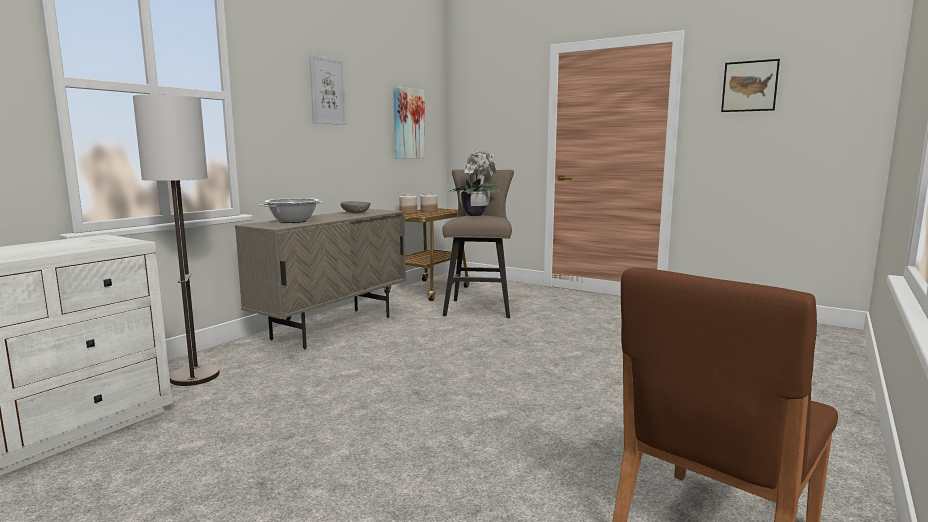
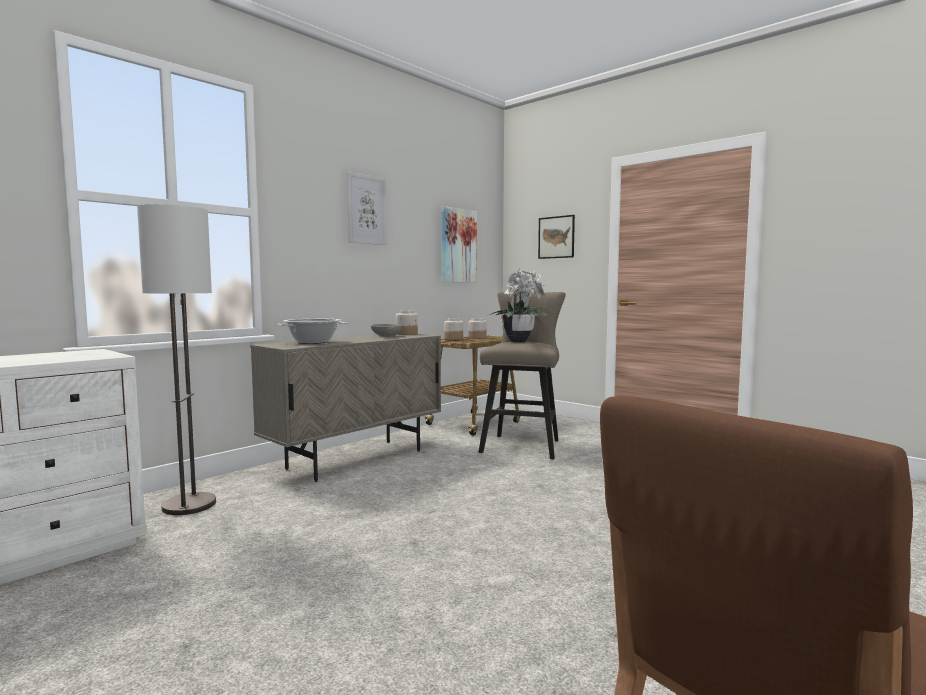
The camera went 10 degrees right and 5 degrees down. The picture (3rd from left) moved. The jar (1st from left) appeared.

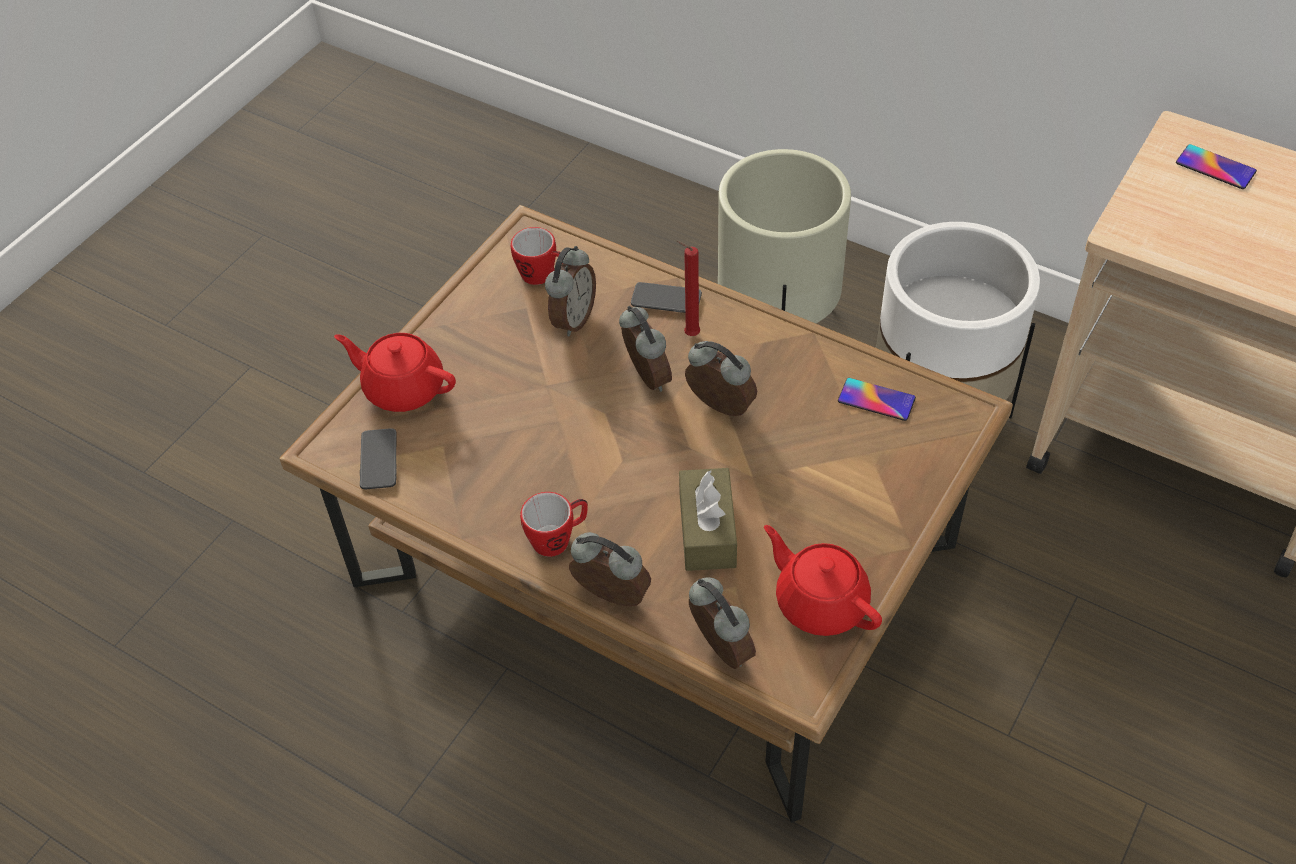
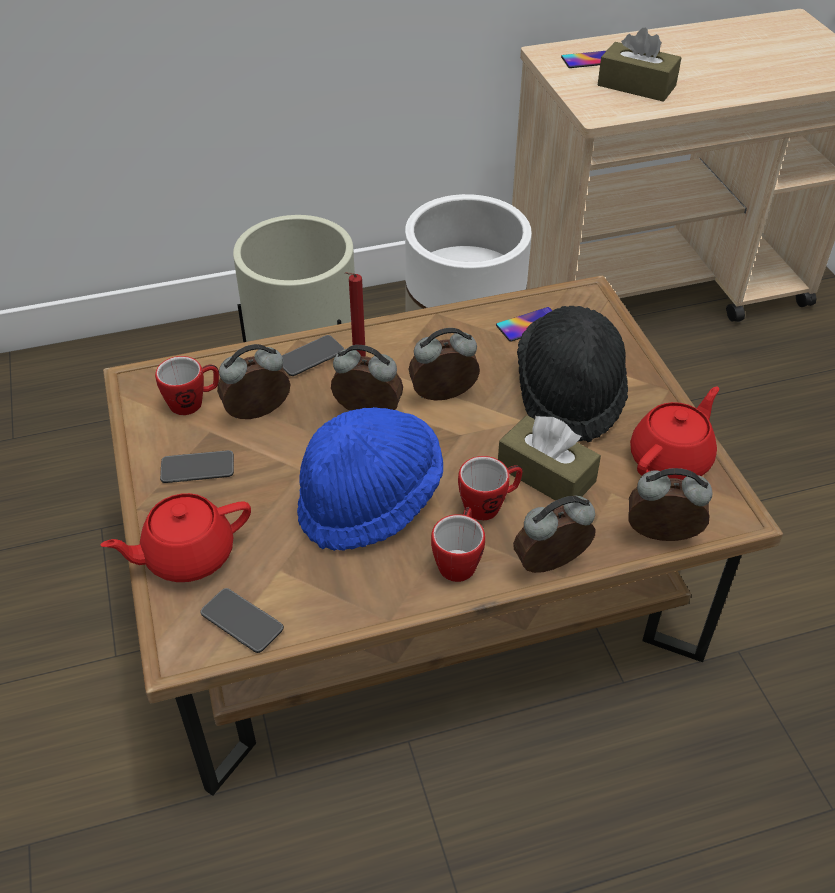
The camera went 50 degrees left and 5 degrees down. The alarm clock (1st from left) turned 90 degrees counterclockwise. The red teapot (2nd from left) turned 135 degrees clockwise. The brown tissue box (2nd from left) appeared. The black hat appeared. The blue hat appeared. The phone (1st from left) appeared. The mug (3rd from left) appeared.

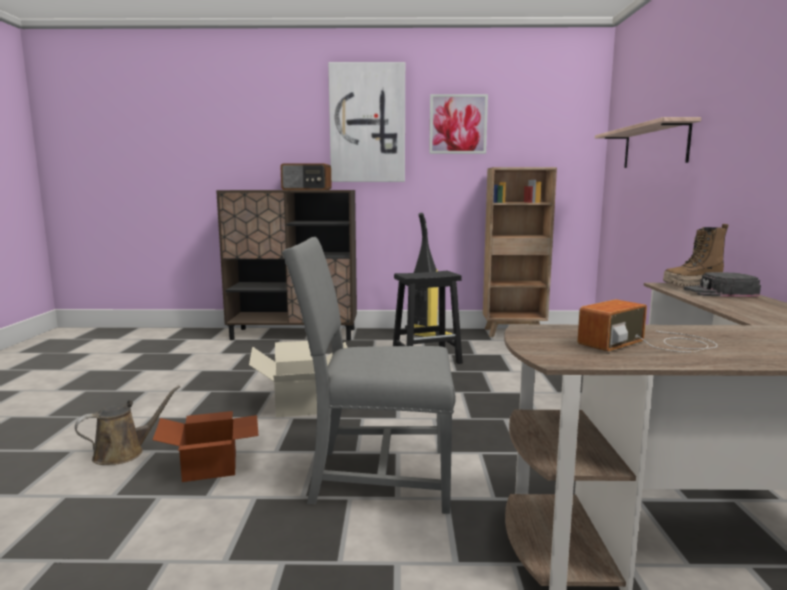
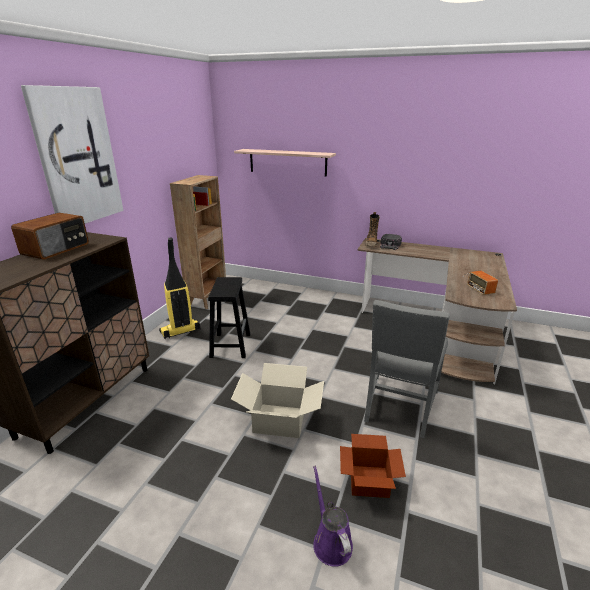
The camera went 70 degrees left and 15 degrees up. The picture (2nd from left) disappeared. The brown watering can became the purple watering can.

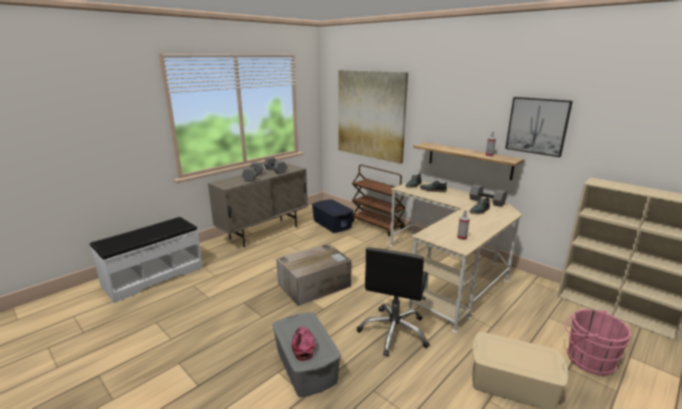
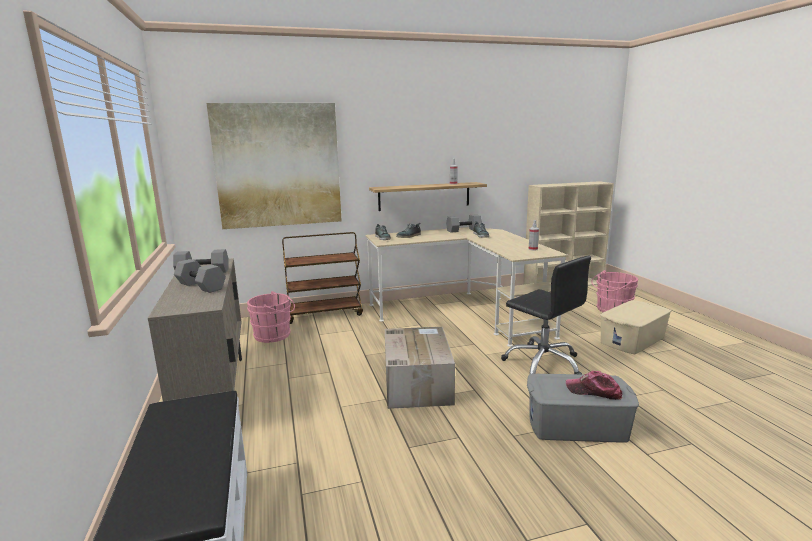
The camera went 60 degrees left and 5 degrees down. The picture (2nd from left) disappeared. The blue storage box was replaced by the pink bucket (1st from left).

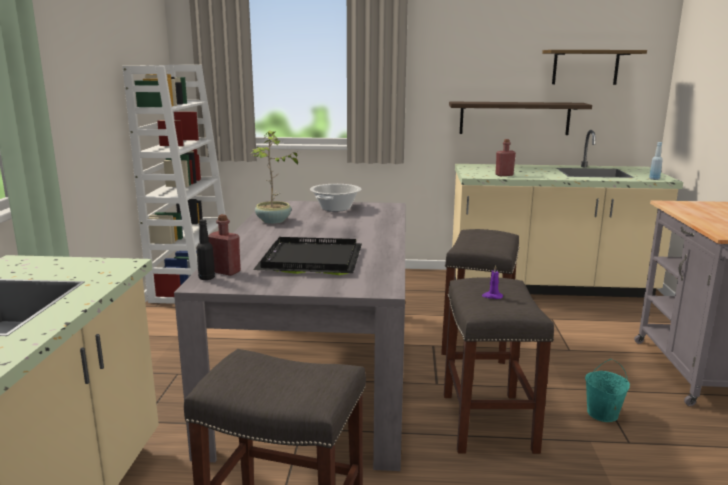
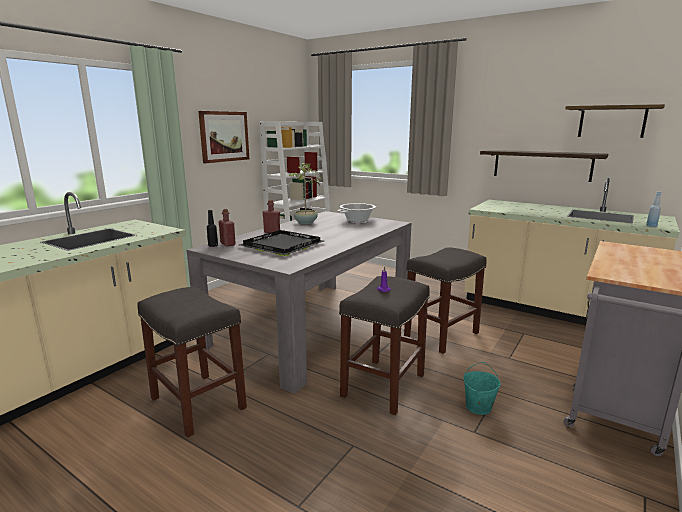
The camera went 30 degrees right and 0 degrees up. The red bottle (2nd from left) moved. The picture appeared.

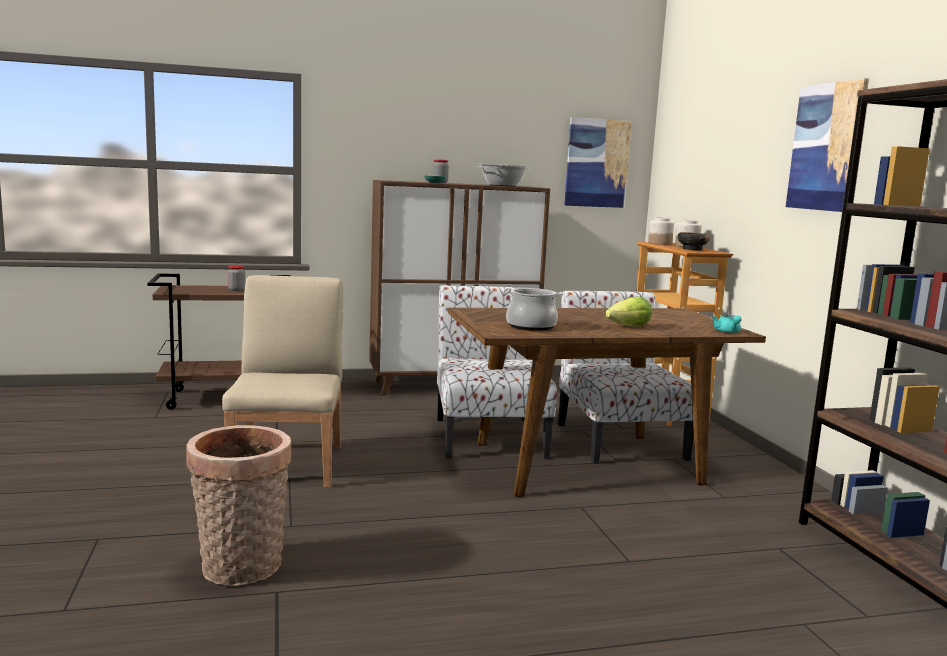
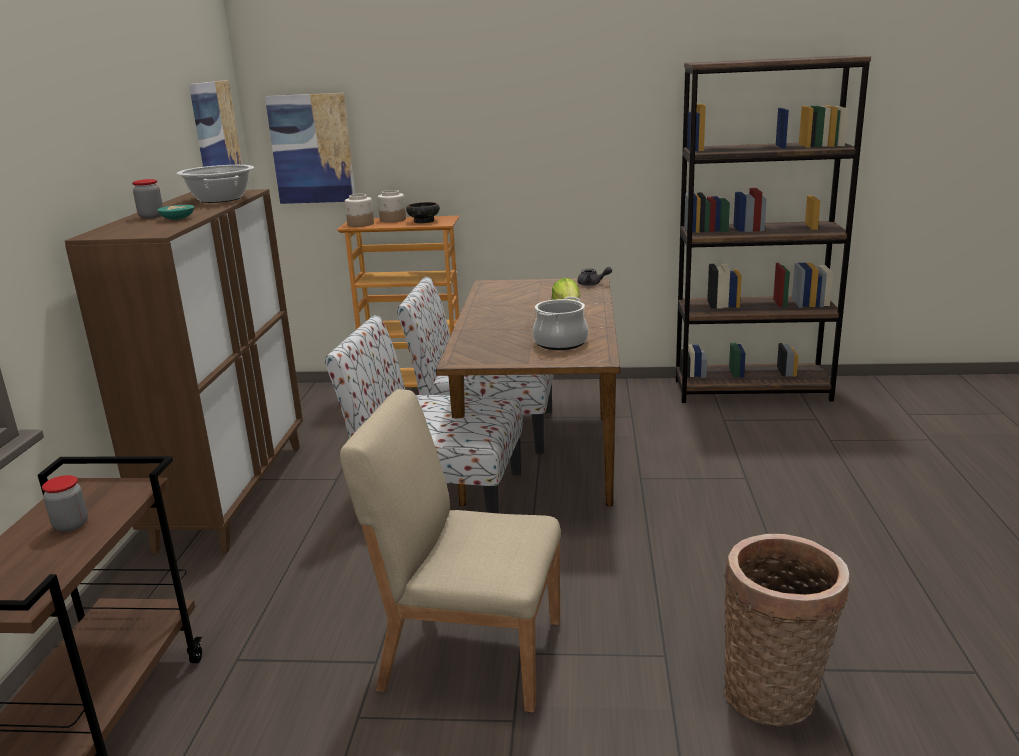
The camera went 70 degrees left and 10 degrees up. The picture (2nd from left) moved. The turquoise teapot became the grey teapot.

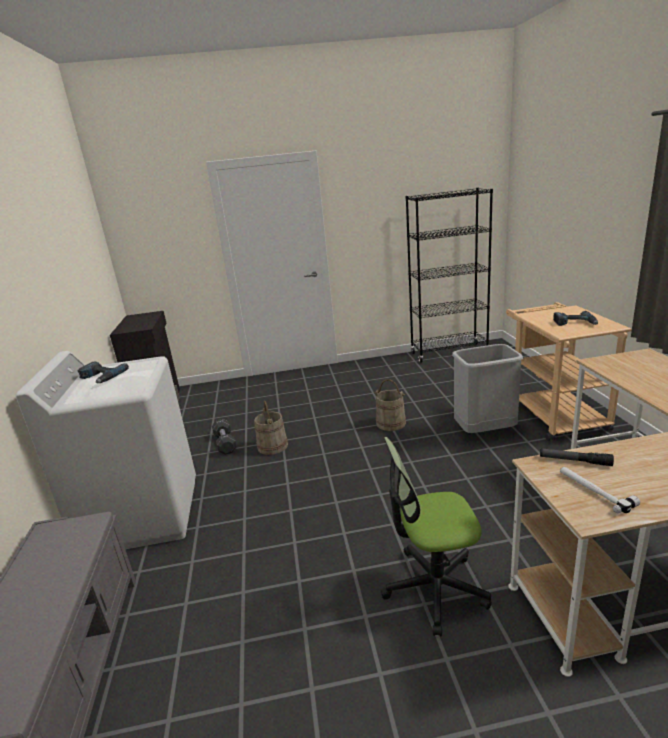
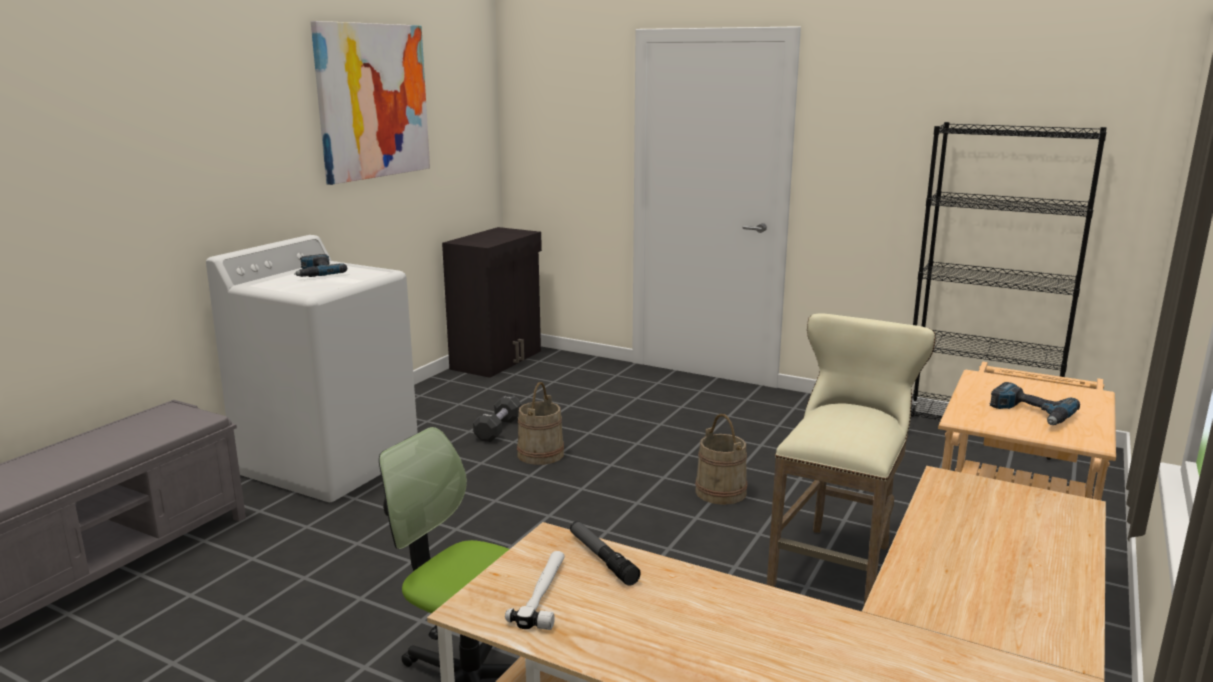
The camera went 35 degrees right and 5 degrees down. The grey trash can was replaced by the beige stool. The picture appeared.

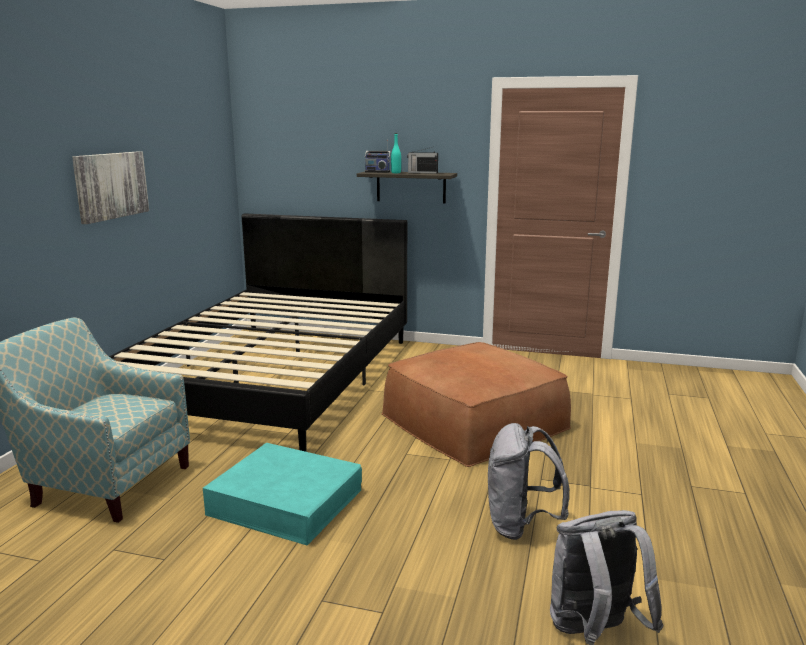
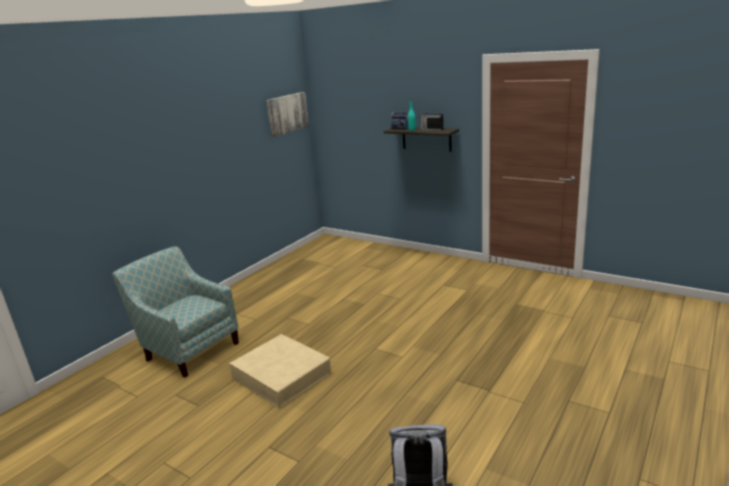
The camera went 20 degrees right and 5 degrees up. The picture moved. The black bed disappeared. The brown ottoman disappeared. The grey backpack (1st from left) disappeared. The turquoise storage box became the beige storage box.

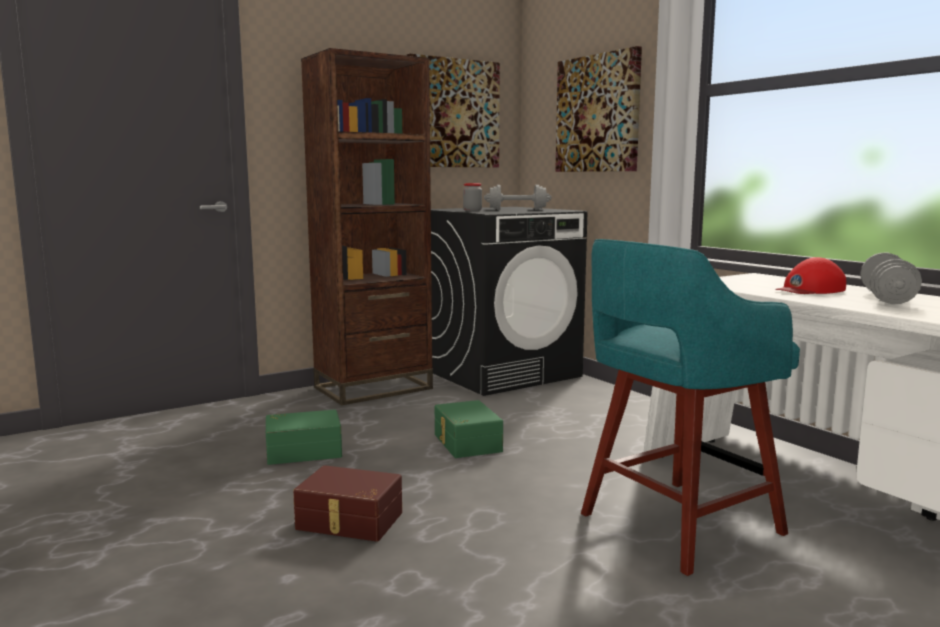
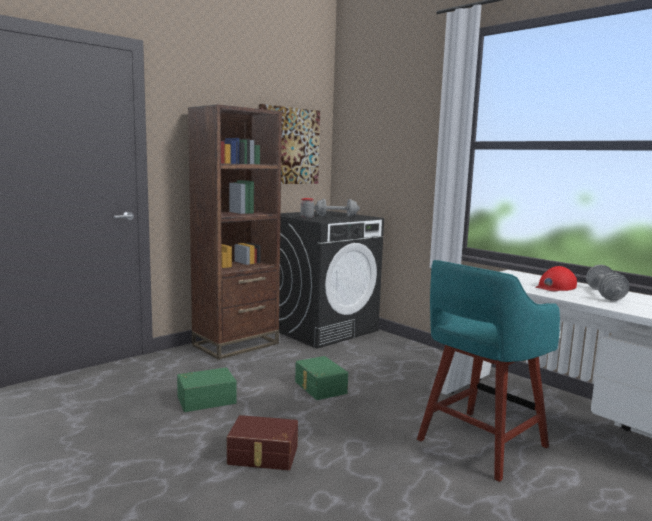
The camera went 10 degrees left and 0 degrees up. The picture (2nd from left) disappeared.

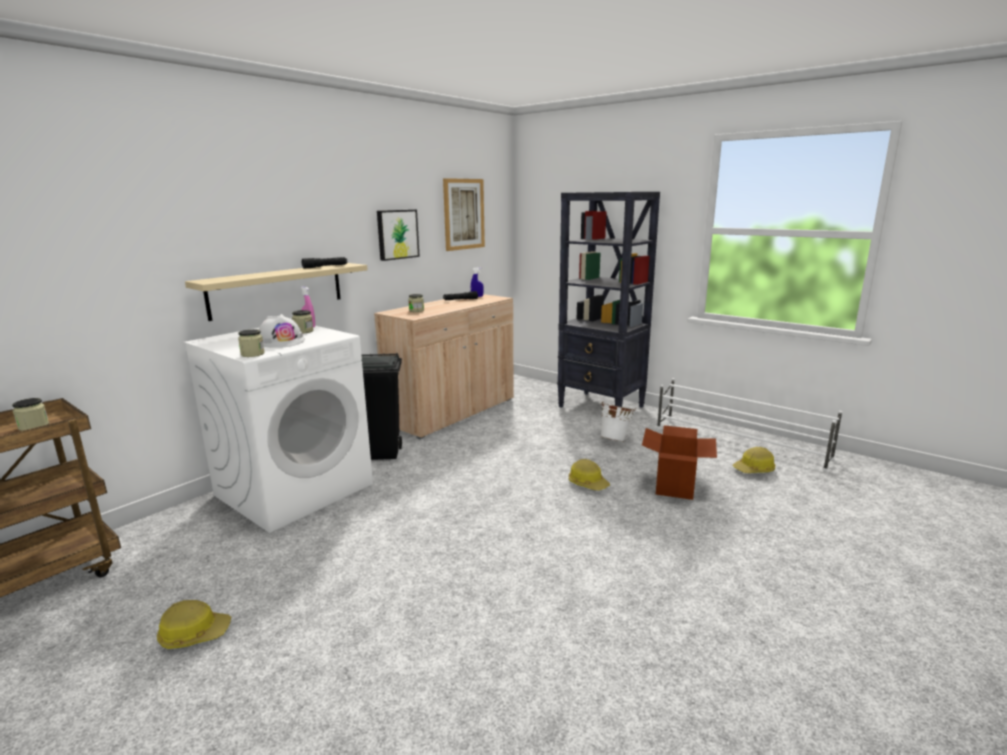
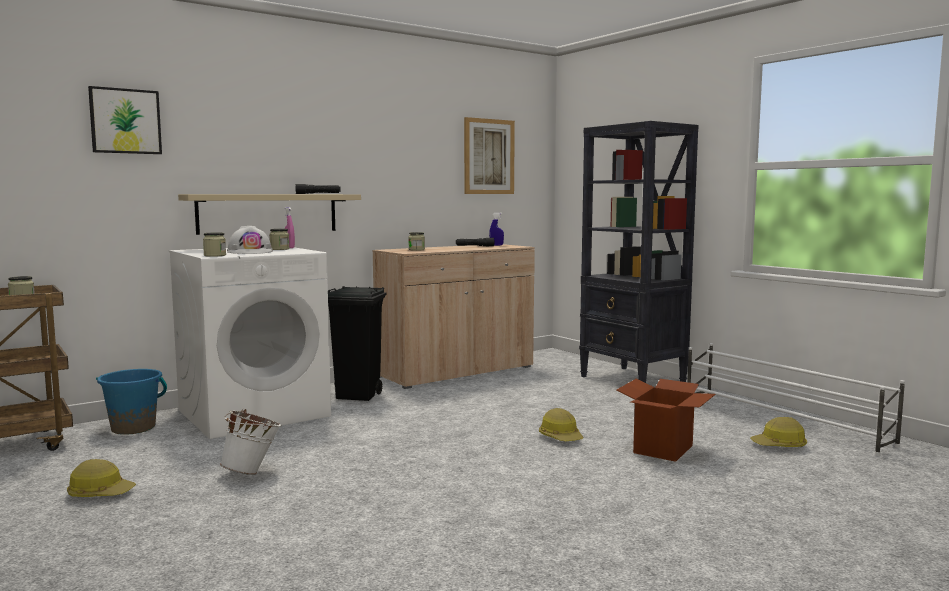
The camera went 15 degrees right and 10 degrees down. The picture (1st from left) moved. The white bucket moved. The blue bucket appeared.

